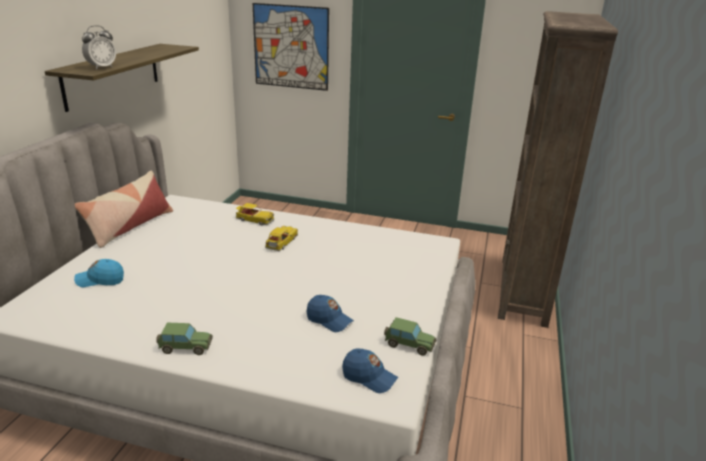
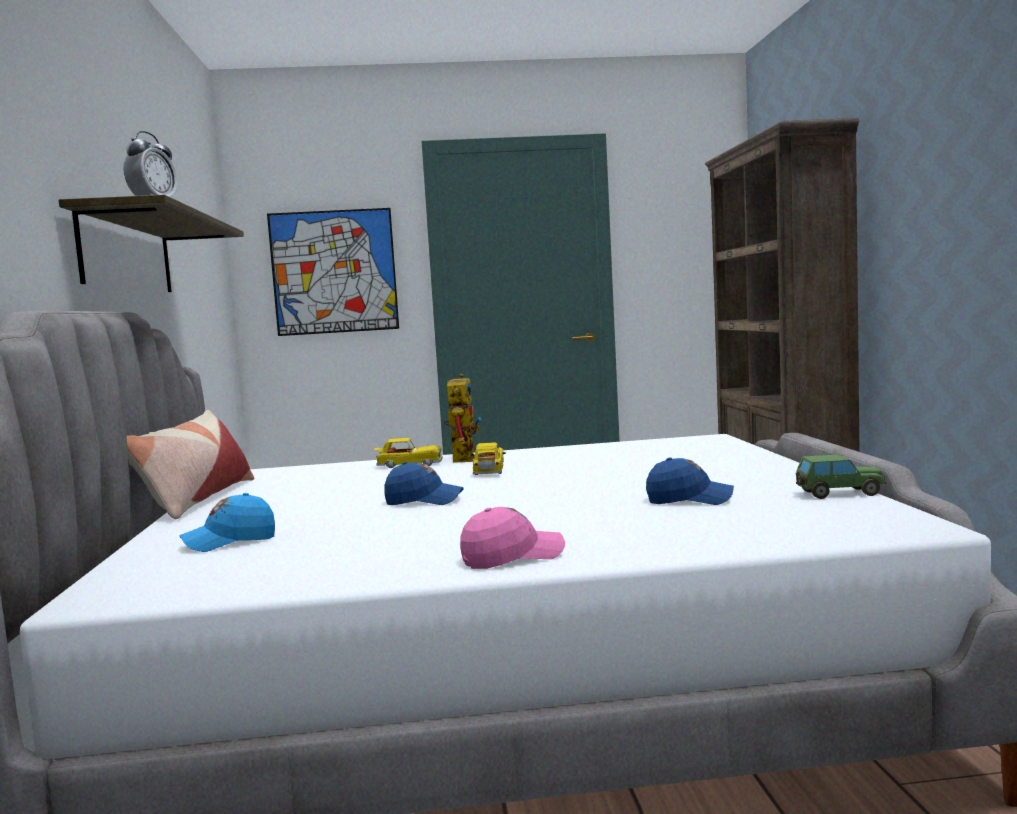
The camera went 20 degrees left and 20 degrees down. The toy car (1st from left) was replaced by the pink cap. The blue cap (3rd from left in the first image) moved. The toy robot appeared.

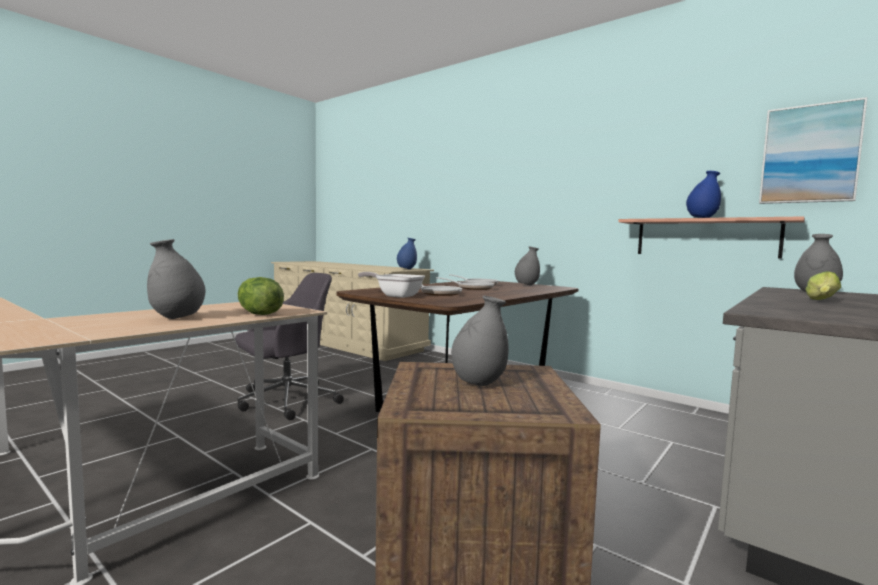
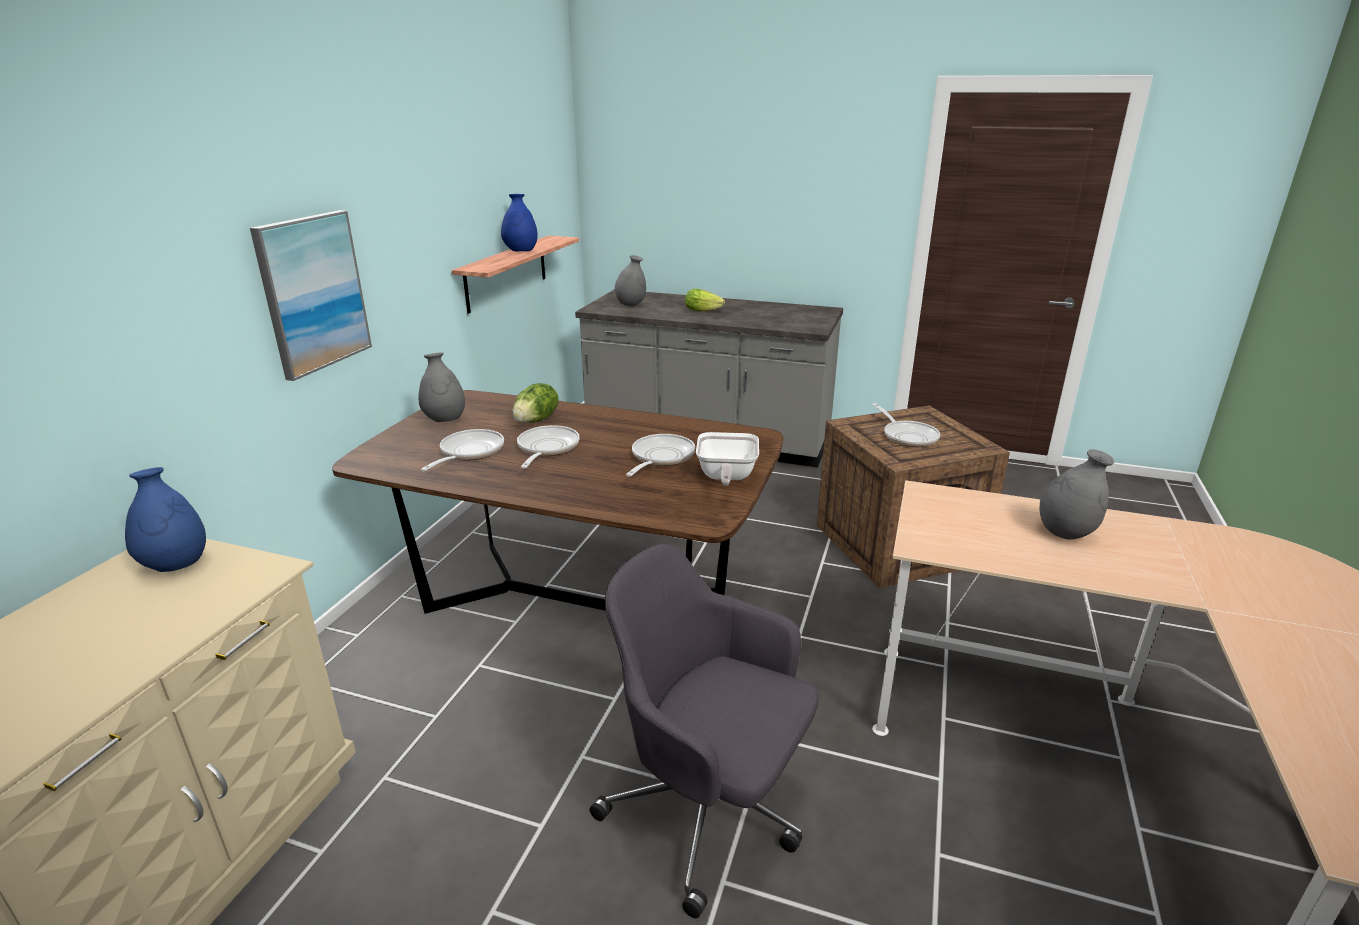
The camera went 110 degrees left and 20 degrees up. The picture moved. The lettuce (1st from left) moved. The grey vase (2nd from left) was replaced by the frying pan (5th from left).

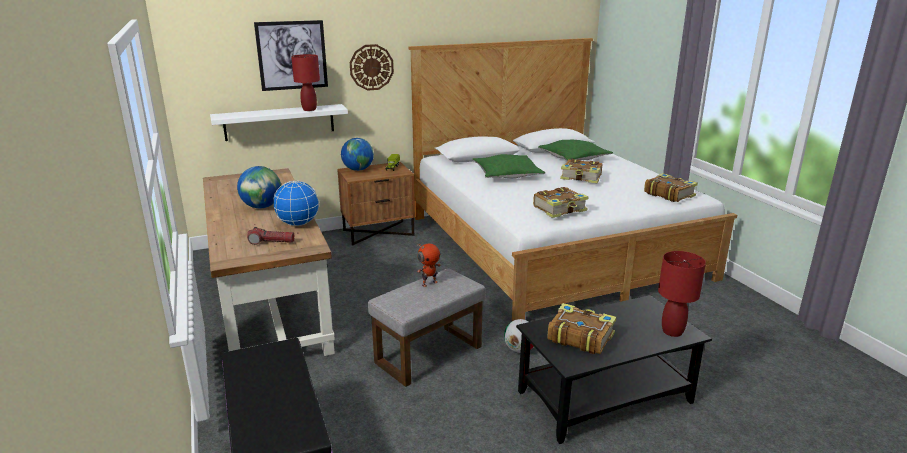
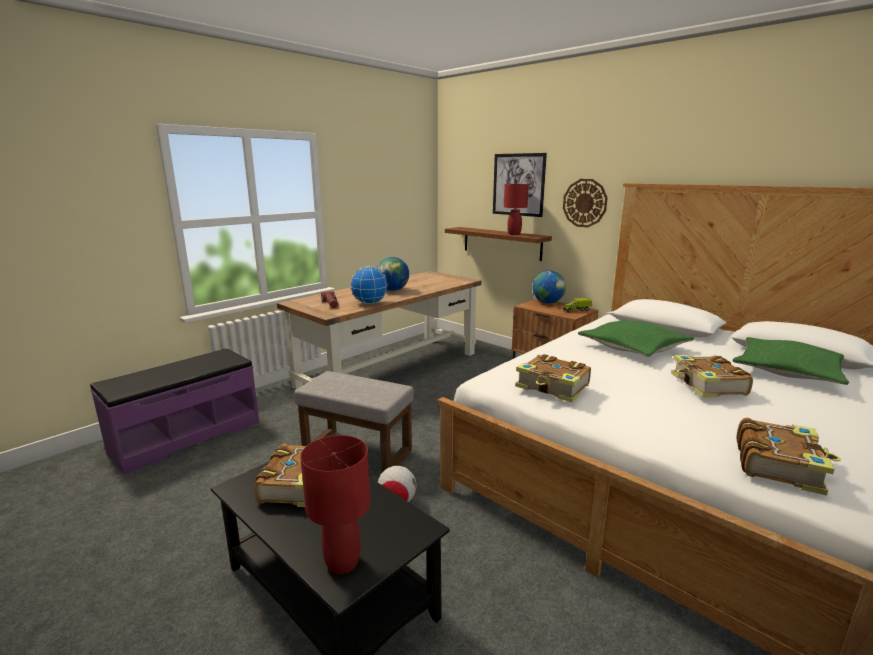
The camera went 65 degrees right and 5 degrees down. The white shelf became the brown shelf. The toy robot disappeared.

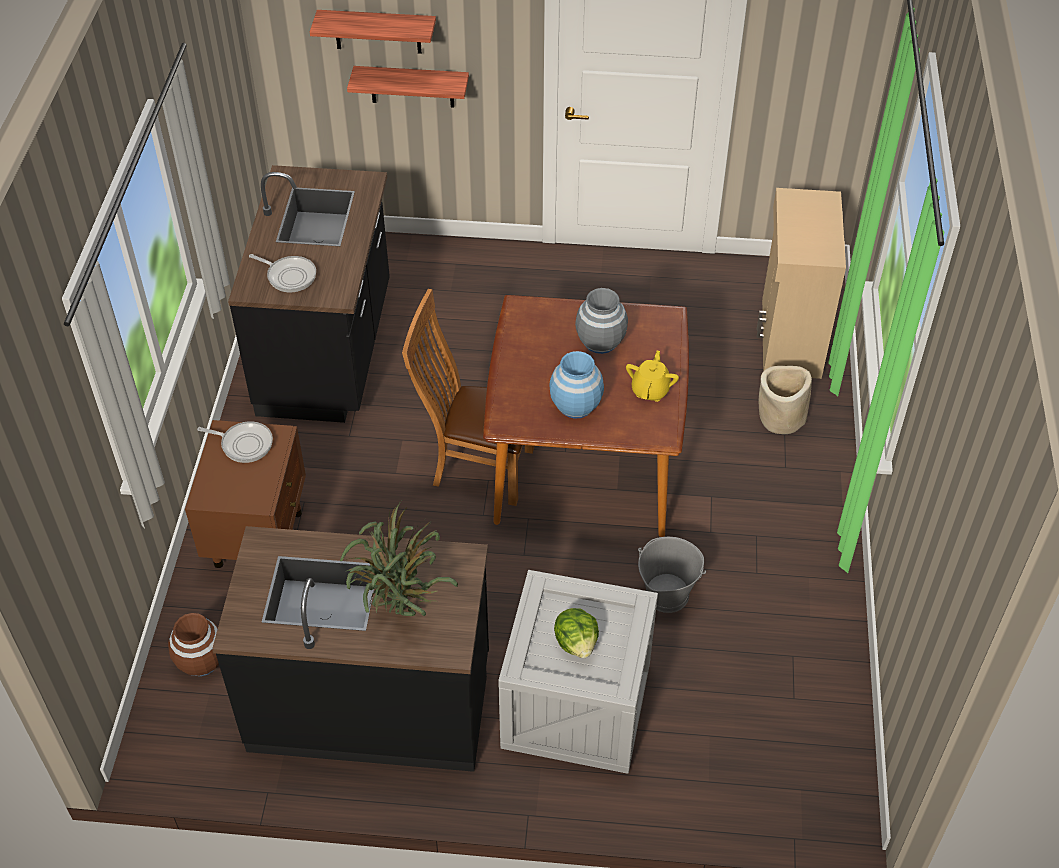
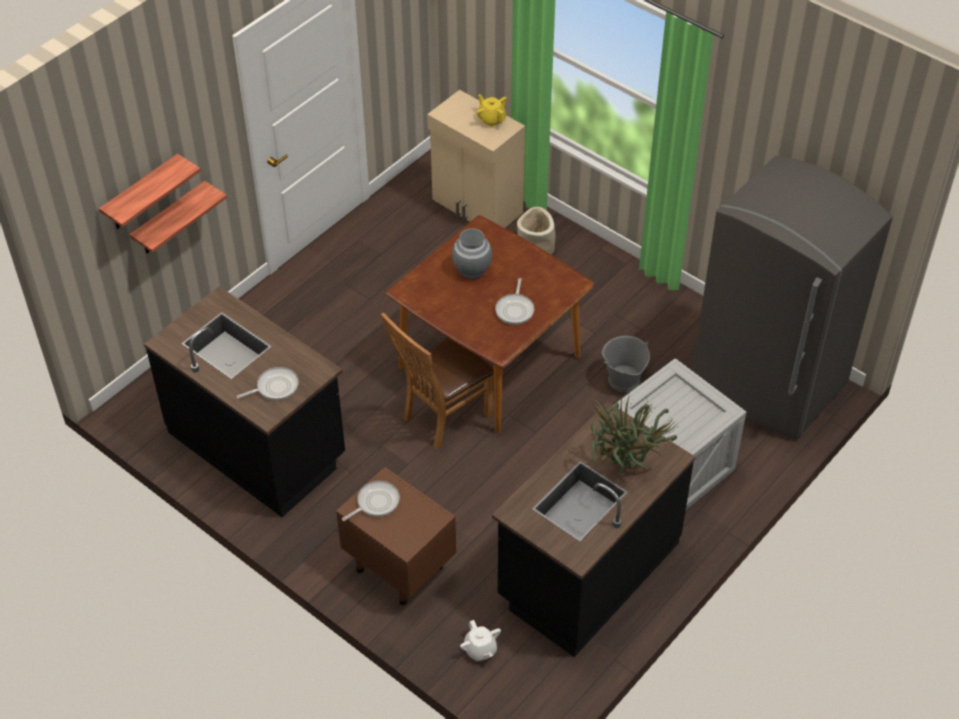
The camera went 55 degrees left and 0 degrees up. The blue vase was replaced by the frying pan (3rd from left). The yellow teapot moved. The lettuce disappeared. The brown vase was replaced by the white teapot. The grey fridge appeared.

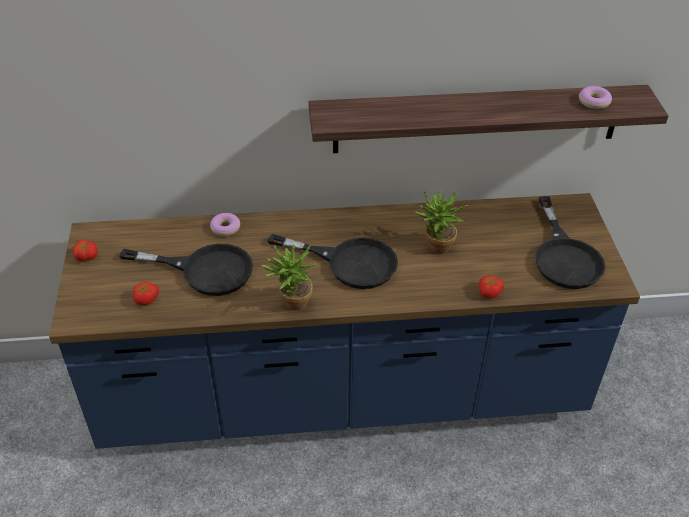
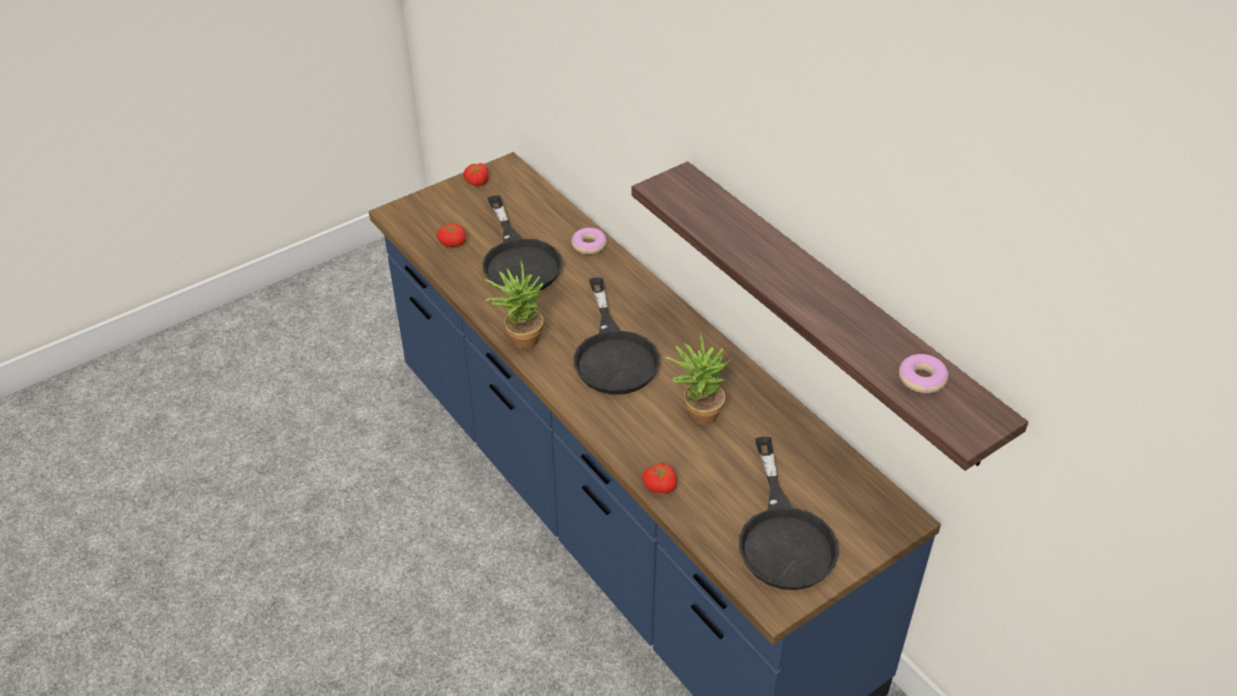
The camera went 60 degrees right and 0 degrees up. The black frying pan (3rd from left) turned 60 degrees counterclockwise.

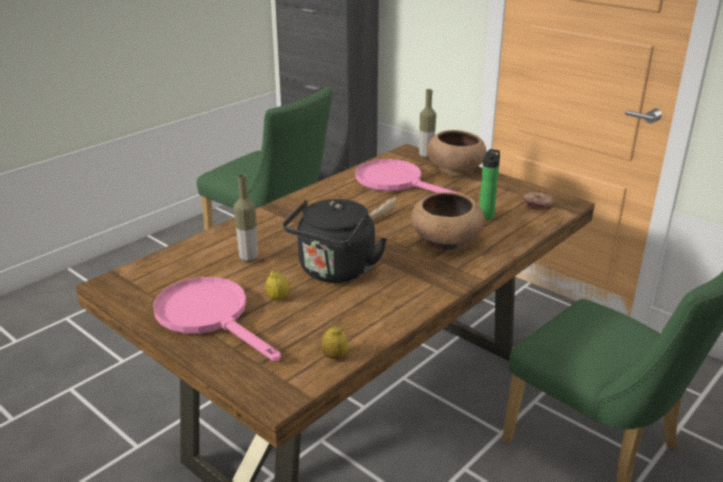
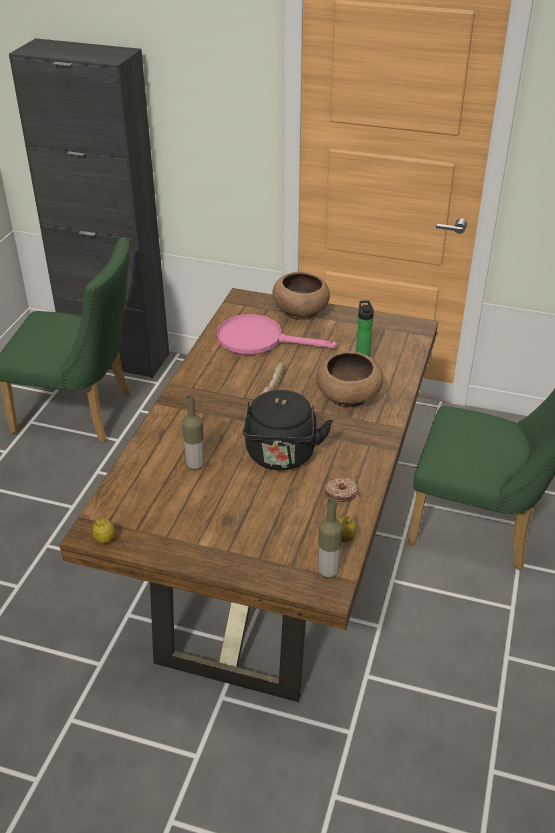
The camera went 25 degrees left and 10 degrees up. The bottle (2nd from left) moved. The donut moved. The lemon (1st from left) moved. The pink frying pan (1st from left) disappeared.

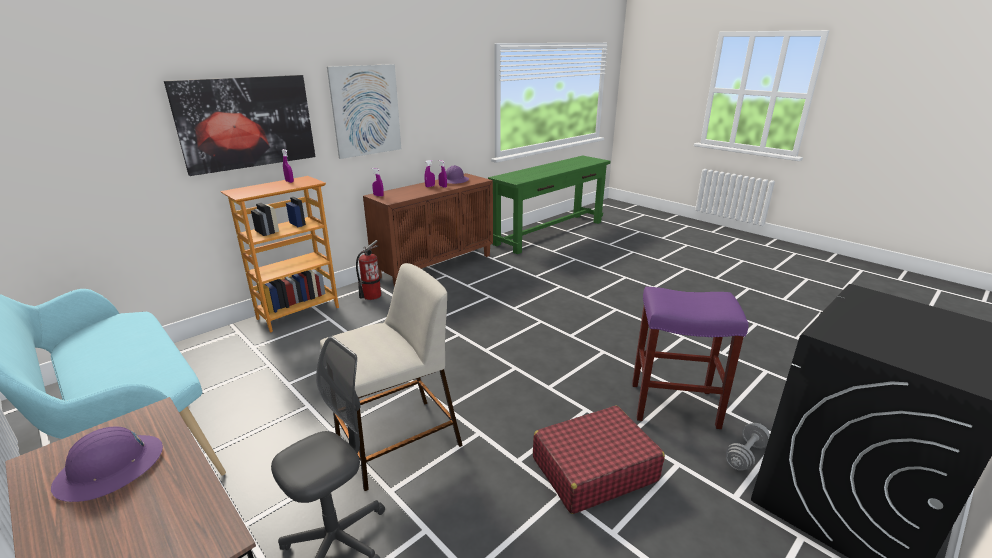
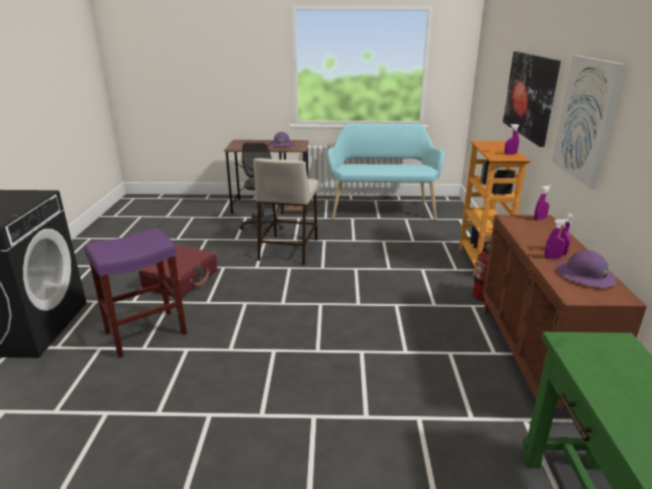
The camera went 135 degrees right and 0 degrees up. The grey dumbbell disappeared.

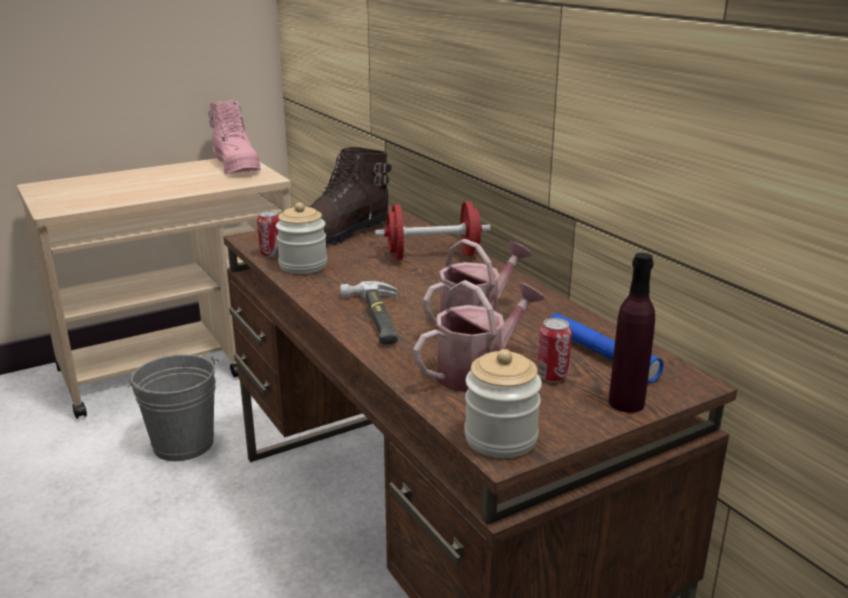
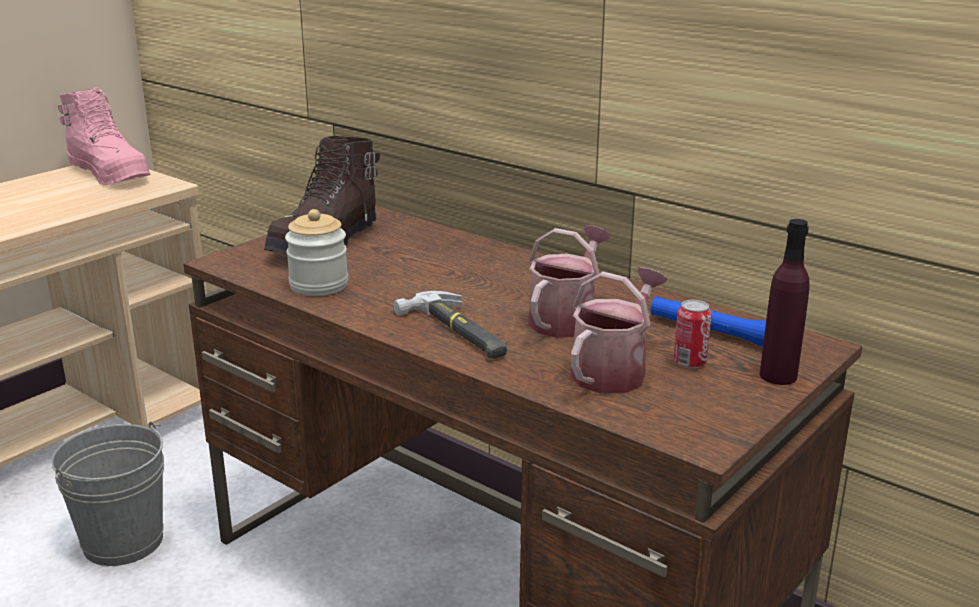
The camera went 20 degrees left and 0 degrees up. The red dumbbell disappeared. The can (1st from left) disappeared. The jar (2nd from left) disappeared.

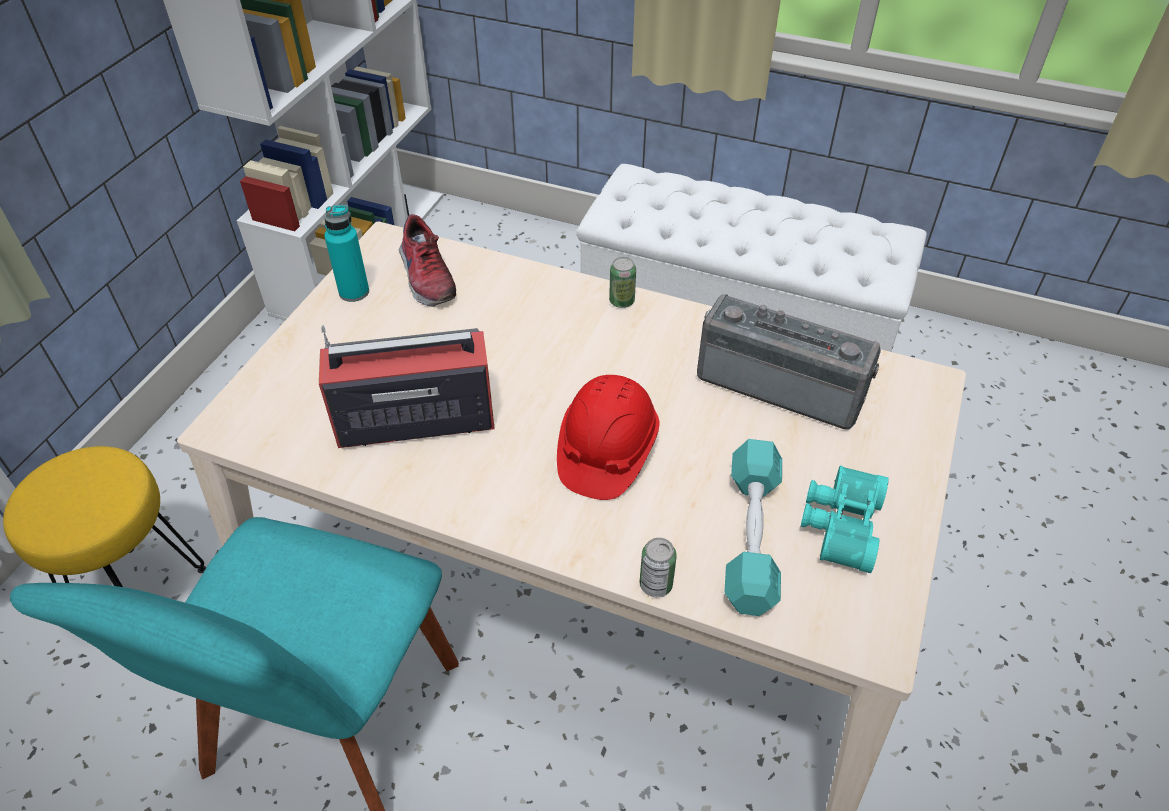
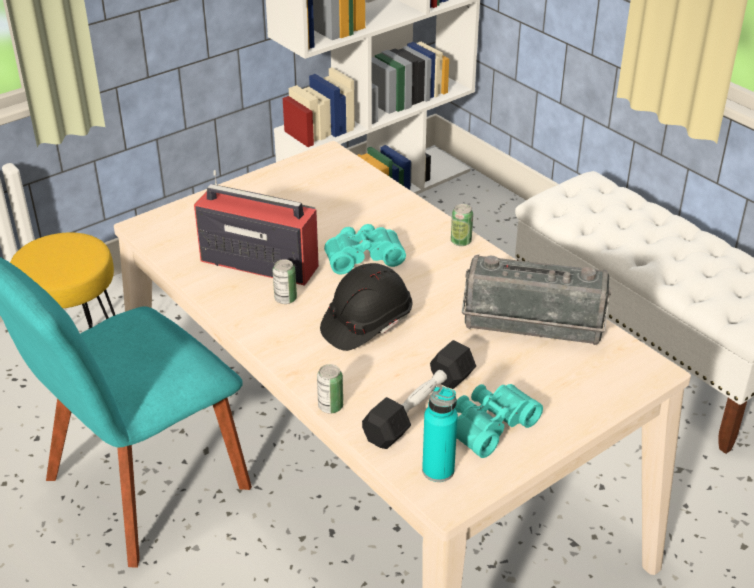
The camera went 30 degrees right and 10 degrees down. The turquoise bottle moved. The shoe disappeared. The radio (2nd from left) turned 135 degrees clockwise. The red hard hat became the black hard hat. The turquoise dumbbell became the black dumbbell. The turquoise binoculars (1st from left) appeared. The can (1st from left) appeared.

